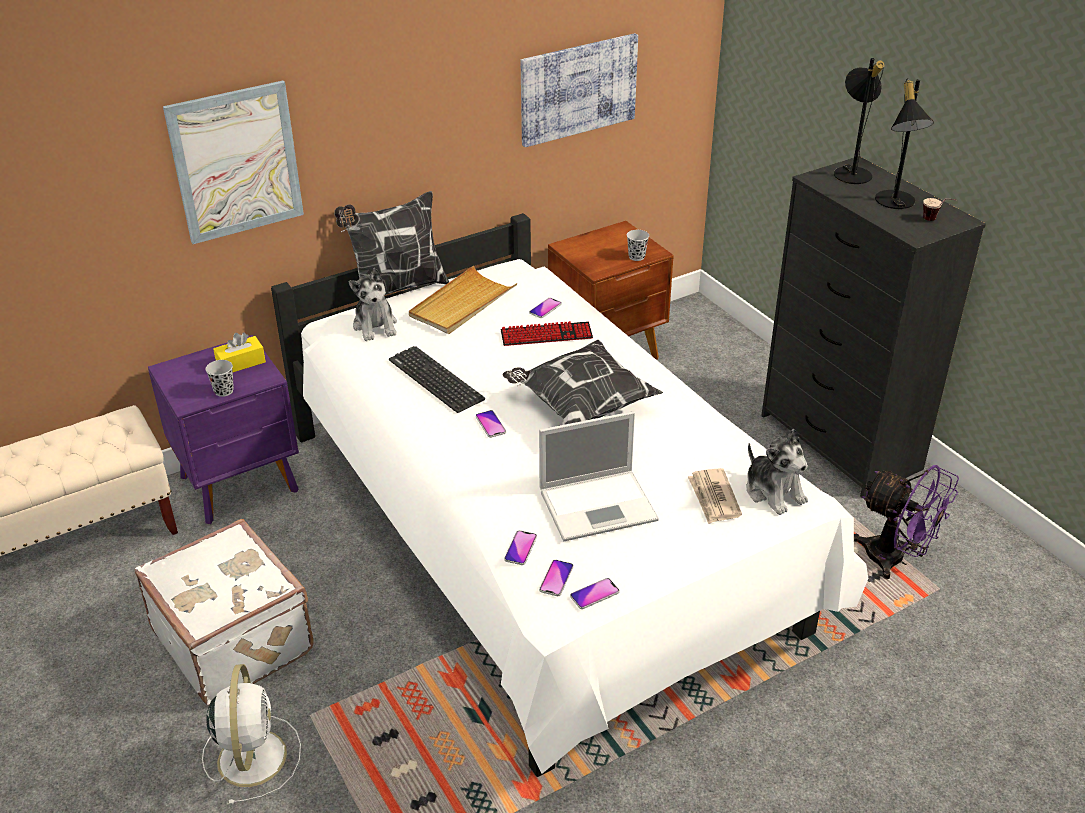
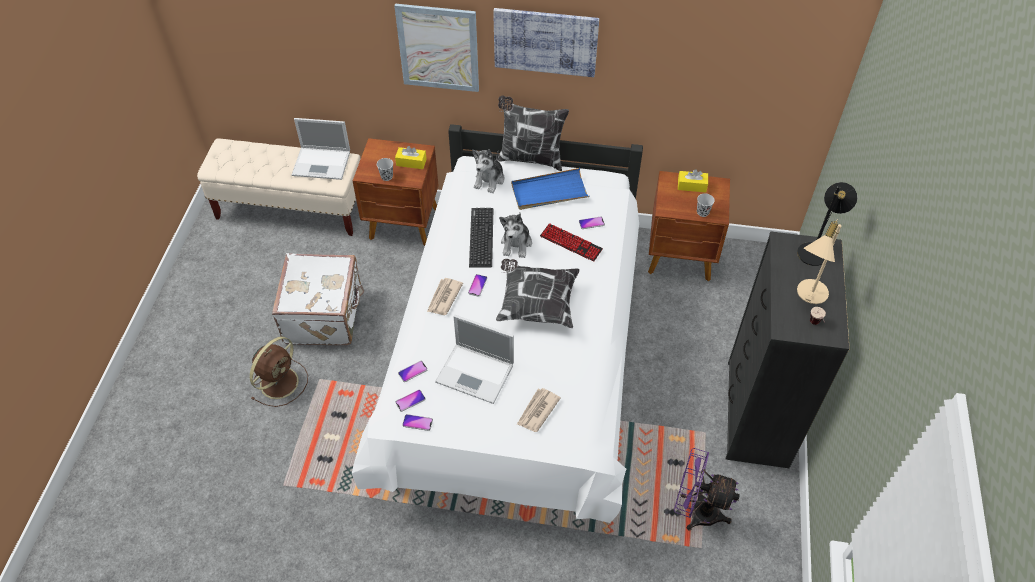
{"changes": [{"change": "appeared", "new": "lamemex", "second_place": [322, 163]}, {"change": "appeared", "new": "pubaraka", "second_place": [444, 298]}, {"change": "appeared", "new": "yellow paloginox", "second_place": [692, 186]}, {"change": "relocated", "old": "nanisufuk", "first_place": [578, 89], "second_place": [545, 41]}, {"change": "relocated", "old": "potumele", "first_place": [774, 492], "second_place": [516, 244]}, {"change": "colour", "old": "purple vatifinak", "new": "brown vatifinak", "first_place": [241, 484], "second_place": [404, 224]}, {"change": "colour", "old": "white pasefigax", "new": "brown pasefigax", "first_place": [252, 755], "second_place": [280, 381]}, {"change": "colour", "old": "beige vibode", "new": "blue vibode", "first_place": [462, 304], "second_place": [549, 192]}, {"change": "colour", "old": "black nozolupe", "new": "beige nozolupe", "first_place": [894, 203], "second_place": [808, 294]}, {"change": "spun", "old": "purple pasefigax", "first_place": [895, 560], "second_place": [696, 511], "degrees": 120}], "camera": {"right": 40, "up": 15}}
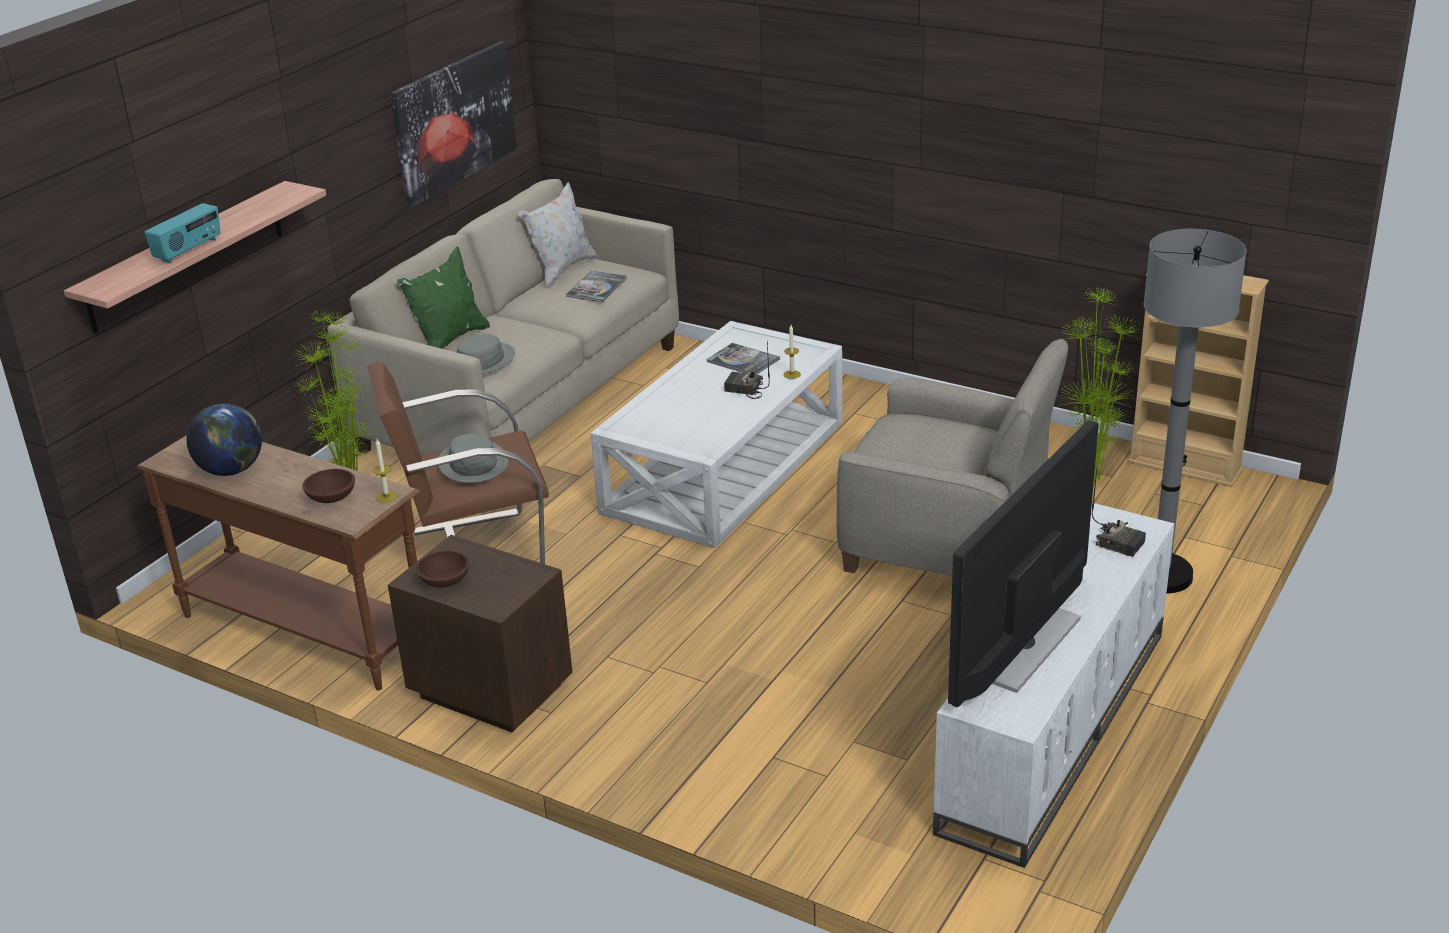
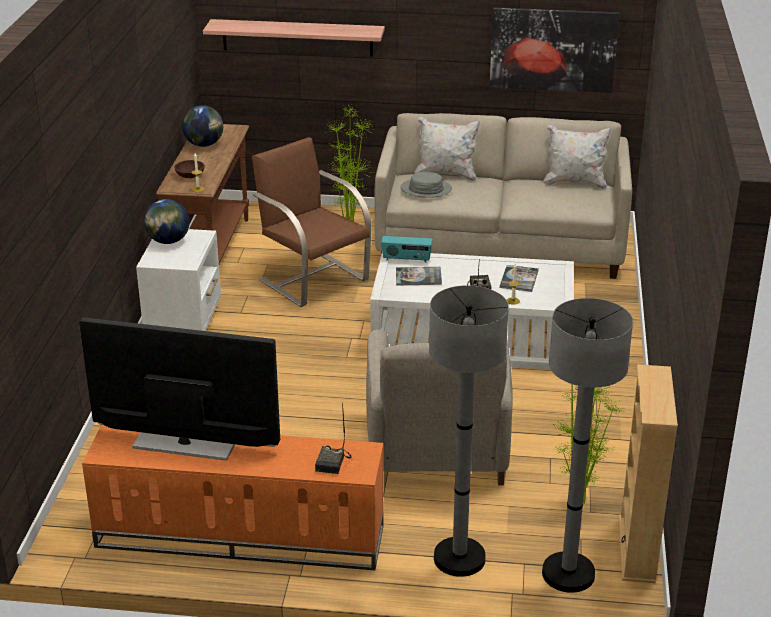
{"changes": [{"change": "missing", "old": "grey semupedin", "first_place": [473, 463]}, {"change": "appeared", "new": "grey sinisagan", "second_place": [568, 574]}, {"change": "relocated", "old": "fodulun", "first_place": [189, 250], "second_place": [406, 259]}, {"change": "relocated", "old": "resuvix", "first_place": [597, 287], "second_place": [418, 277]}, {"change": "exchanged", "old": "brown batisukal", "new": "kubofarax", "first_place": [445, 581], "second_place": [168, 241]}, {"change": "colour", "old": "brown vatifinak", "new": "white vatifinak", "first_place": [490, 690], "second_place": [185, 321]}, {"change": "colour", "old": "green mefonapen", "new": "white mefonapen", "first_place": [449, 341], "second_place": [446, 174]}, {"change": "colour", "old": "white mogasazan", "new": "orange mogasazan", "first_place": [1056, 731], "second_place": [238, 537]}], "camera": {"right": 65, "up": 0}}
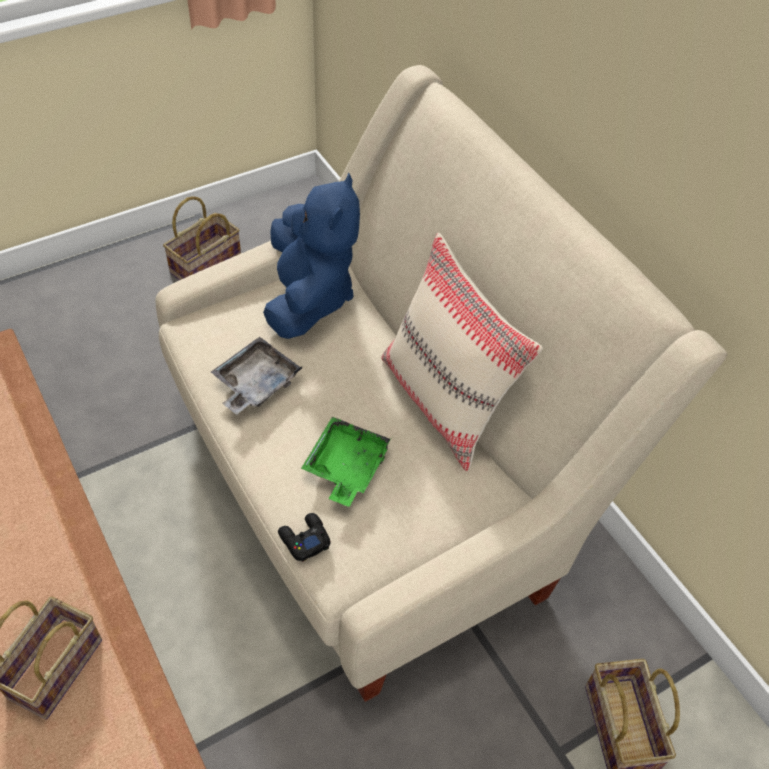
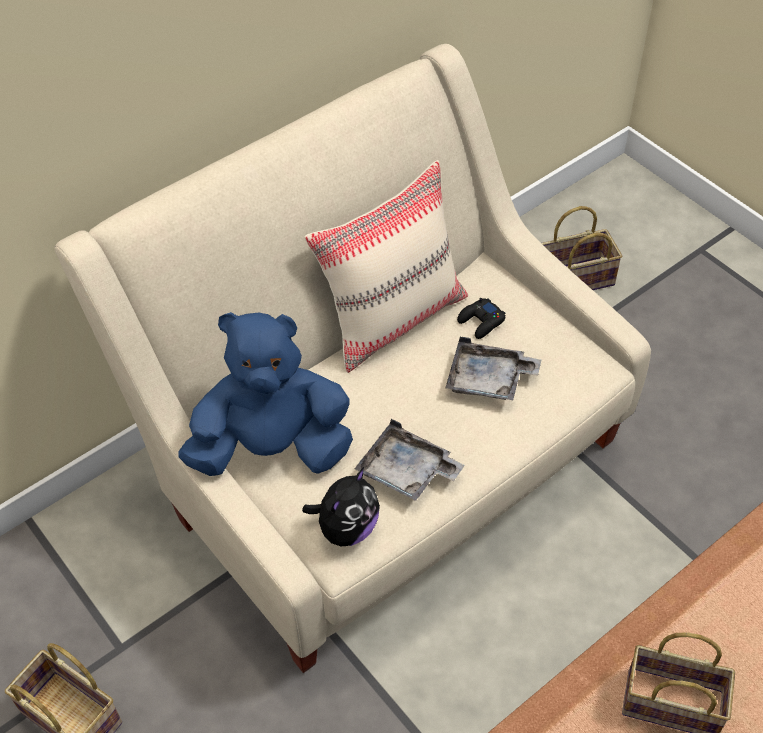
{"changes": [{"change": "appeared", "new": "potumele", "second_place": [346, 528]}, {"change": "relocated", "old": "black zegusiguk", "first_place": [304, 539], "second_place": [481, 322]}, {"change": "colour", "old": "green vibode", "new": "grey vibode", "first_place": [346, 467], "second_place": [488, 380]}], "camera": {"right": -95, "up": 0}}
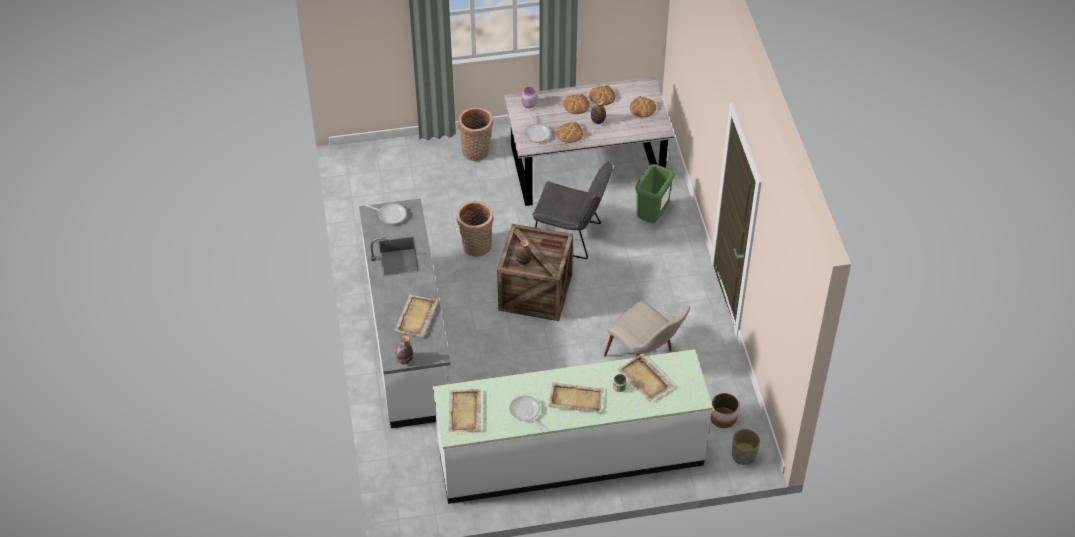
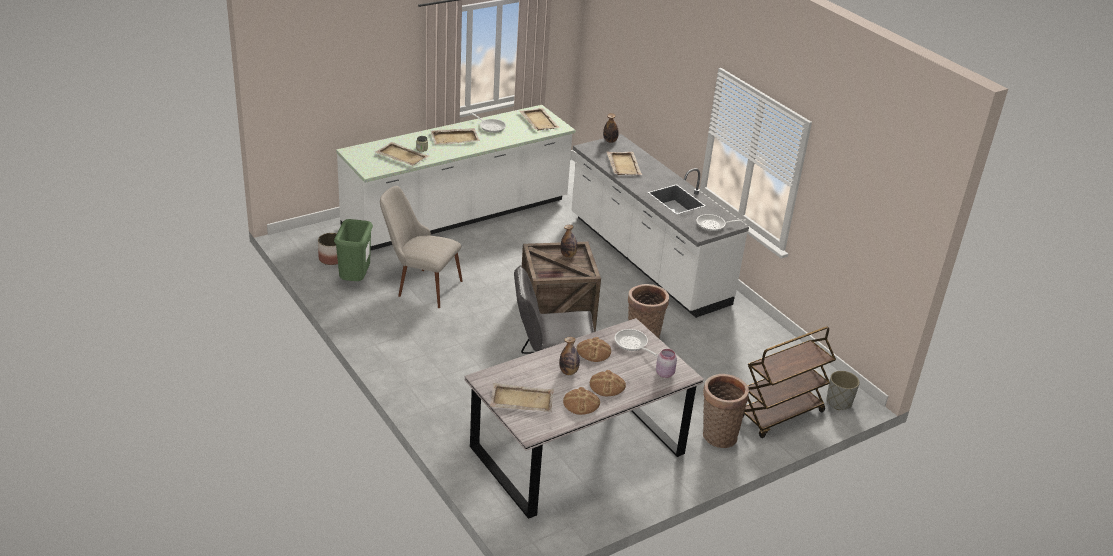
{"changes": [{"change": "appeared", "new": "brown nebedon", "second_place": [780, 415]}, {"change": "relocated", "old": "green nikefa", "first_place": [652, 217], "second_place": [354, 280]}, {"change": "relocated", "old": "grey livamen", "first_place": [743, 456], "second_place": [839, 402]}, {"change": "exchanged", "old": "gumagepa", "new": "beige vibode", "first_place": [642, 108], "second_place": [521, 400]}], "camera": {"right": 155, "up": -15}}
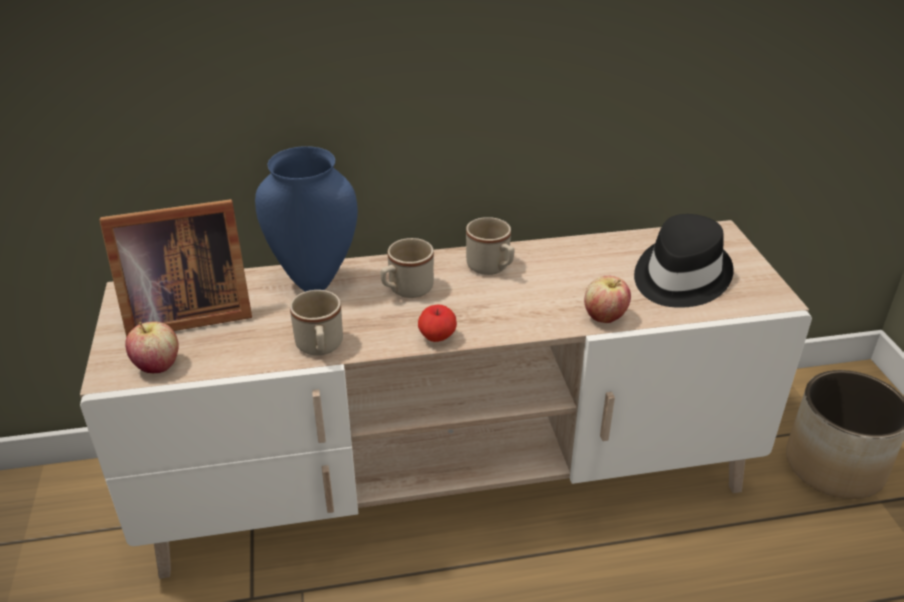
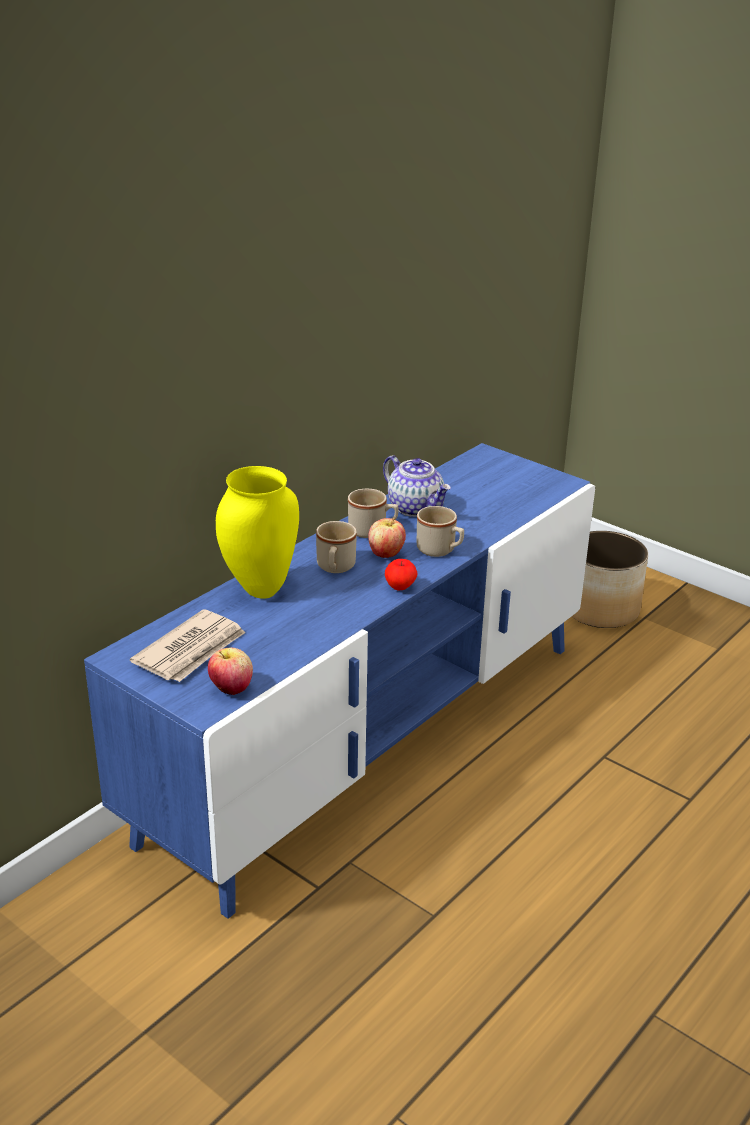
{"changes": [{"change": "missing", "old": "black semupedin", "first_place": [679, 277]}, {"change": "appeared", "new": "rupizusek", "second_place": [416, 508]}, {"change": "relocated", "old": "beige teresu", "first_place": [320, 348], "second_place": [440, 551]}, {"change": "relocated", "old": "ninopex", "first_place": [604, 317], "second_place": [386, 554]}, {"change": "exchanged", "old": "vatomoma", "new": "pubaraka", "first_place": [184, 313], "second_place": [191, 650]}, {"change": "colour", "old": "beige mogasazan", "new": "blue mogasazan", "first_place": [451, 478], "second_place": [370, 738]}, {"change": "colour", "old": "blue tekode", "new": "yellow tekode", "first_place": [314, 283], "second_place": [261, 591]}], "camera": {"right": -40, "up": -5}}
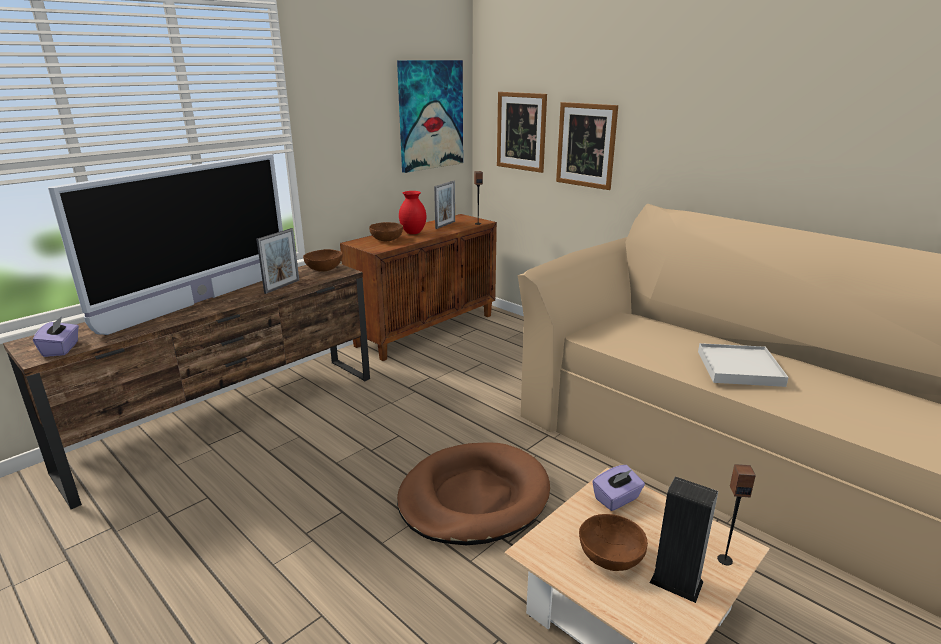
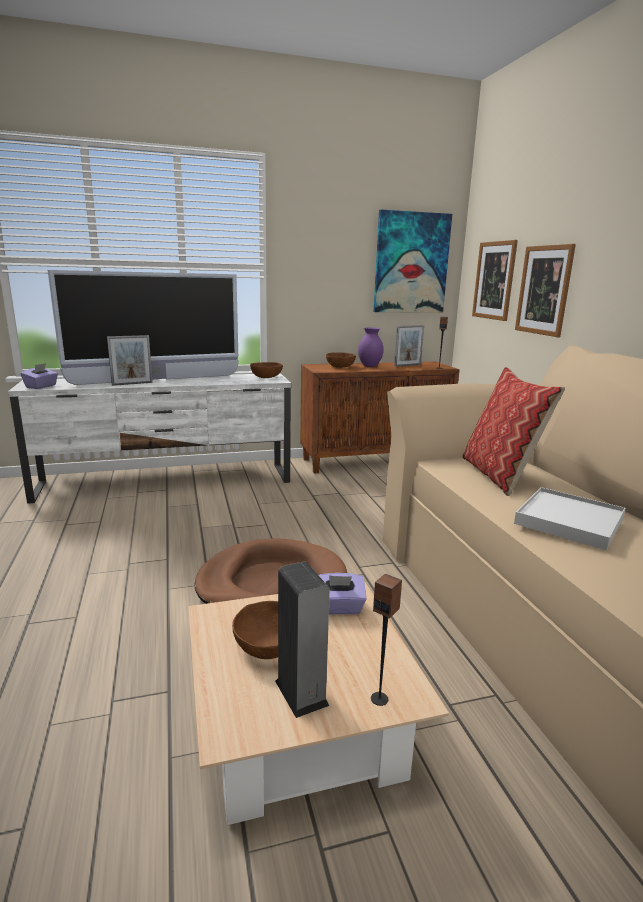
{"changes": [{"change": "appeared", "new": "mefonapen", "second_place": [499, 475]}, {"change": "relocated", "old": "vatomoma", "first_place": [282, 286], "second_place": [132, 384]}, {"change": "colour", "old": "brown mogasazan", "new": "white mogasazan", "first_place": [232, 420], "second_place": [167, 482]}, {"change": "colour", "old": "red tekode", "new": "purple tekode", "first_place": [413, 233], "second_place": [370, 366]}], "camera": {"right": 30, "up": -5}}
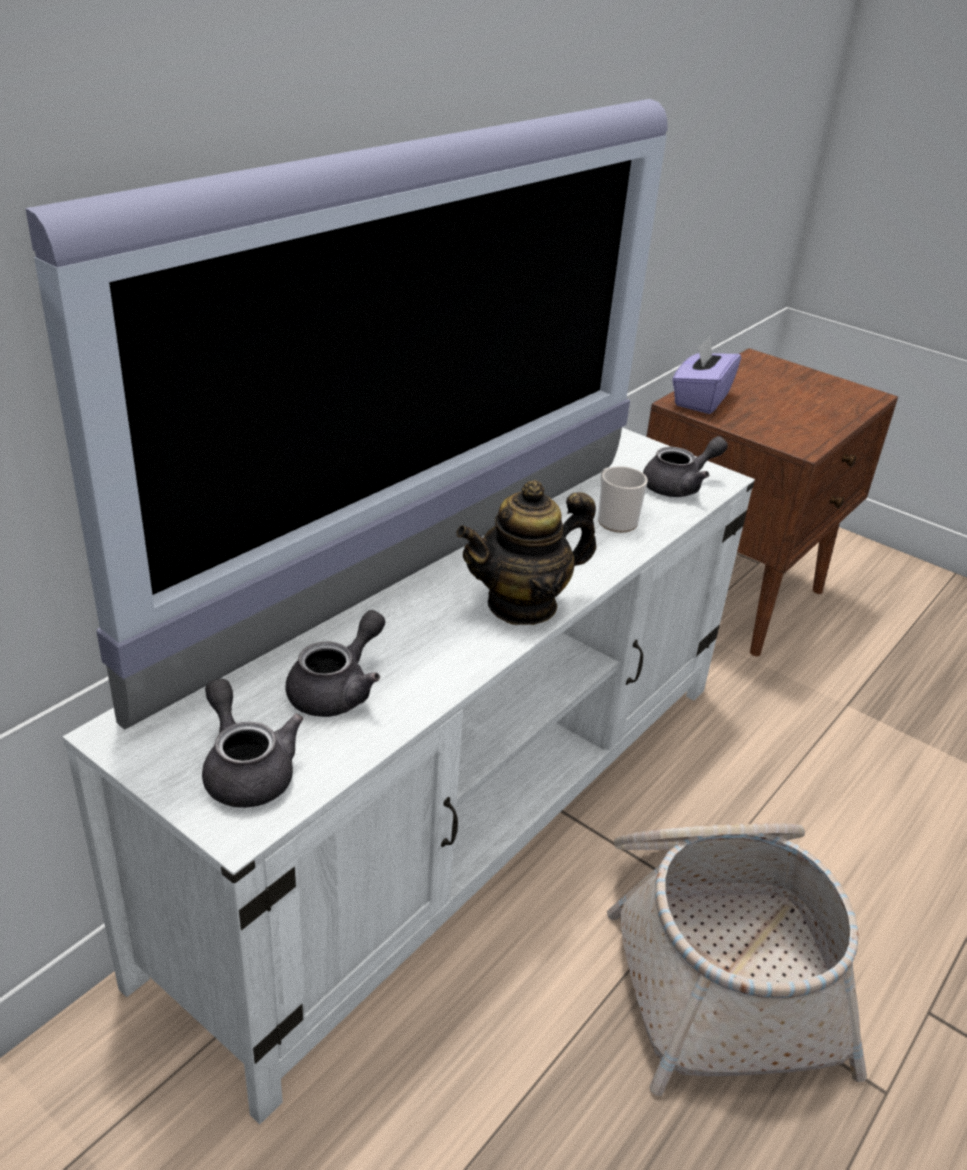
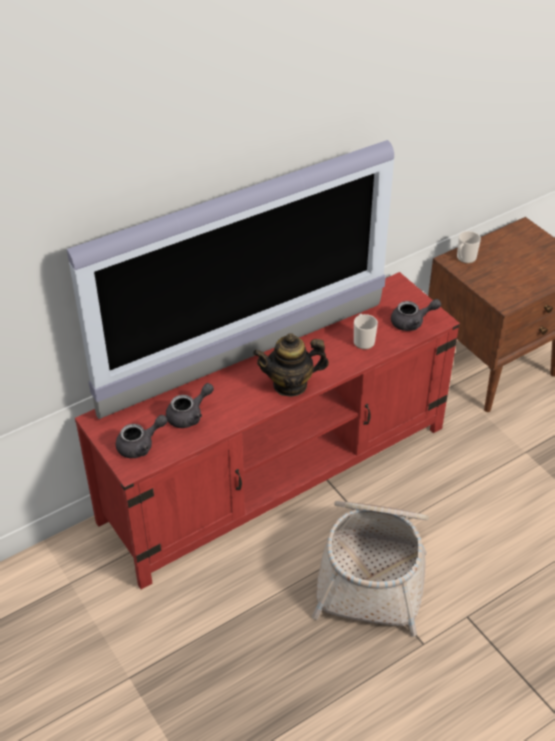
{"changes": [{"change": "exchanged", "old": "purple paloginox", "new": "teresu", "first_place": [700, 399], "second_place": [465, 258]}, {"change": "colour", "old": "white mogasazan", "new": "red mogasazan", "first_place": [463, 813], "second_place": [277, 473]}, {"change": "spun", "old": "grey rupizusek", "first_place": [246, 769], "second_place": [140, 445], "degrees": 75}], "camera": {"right": 20, "up": 10}}
